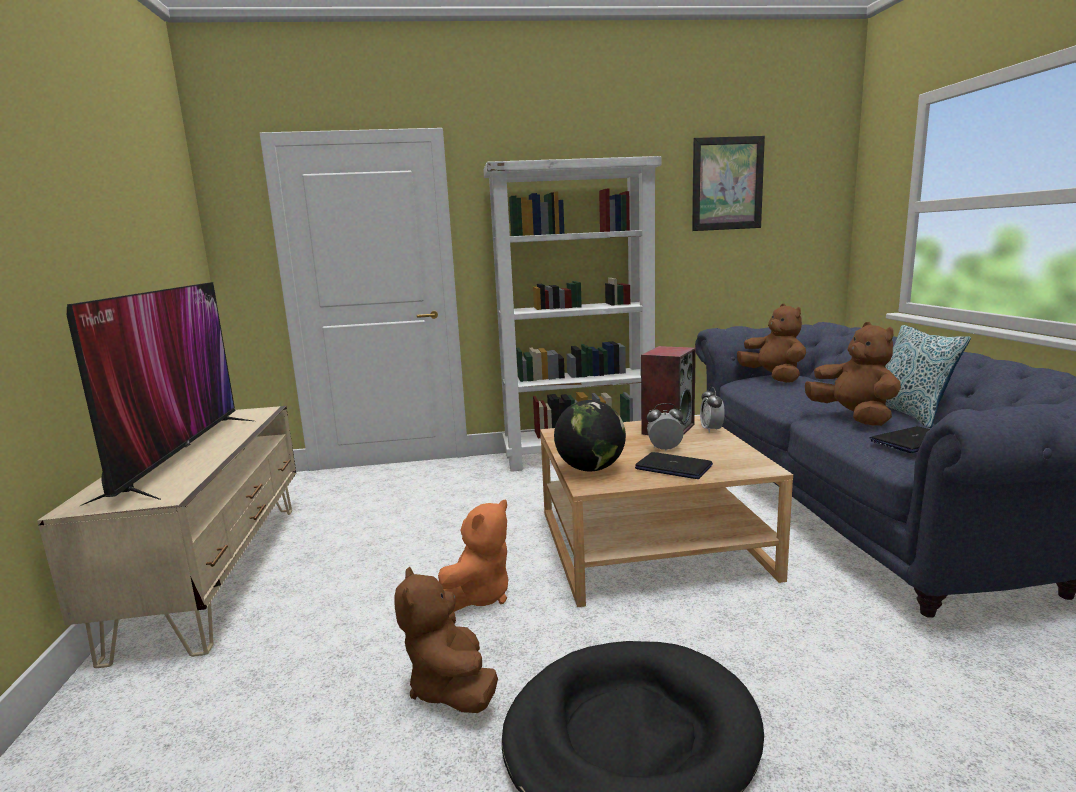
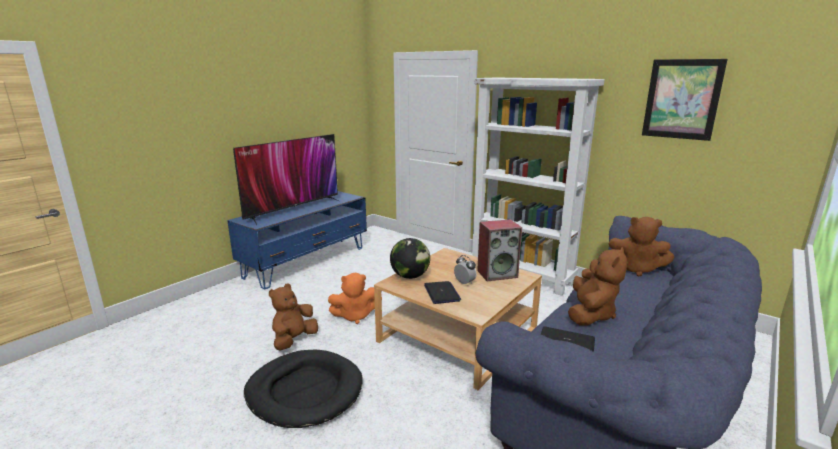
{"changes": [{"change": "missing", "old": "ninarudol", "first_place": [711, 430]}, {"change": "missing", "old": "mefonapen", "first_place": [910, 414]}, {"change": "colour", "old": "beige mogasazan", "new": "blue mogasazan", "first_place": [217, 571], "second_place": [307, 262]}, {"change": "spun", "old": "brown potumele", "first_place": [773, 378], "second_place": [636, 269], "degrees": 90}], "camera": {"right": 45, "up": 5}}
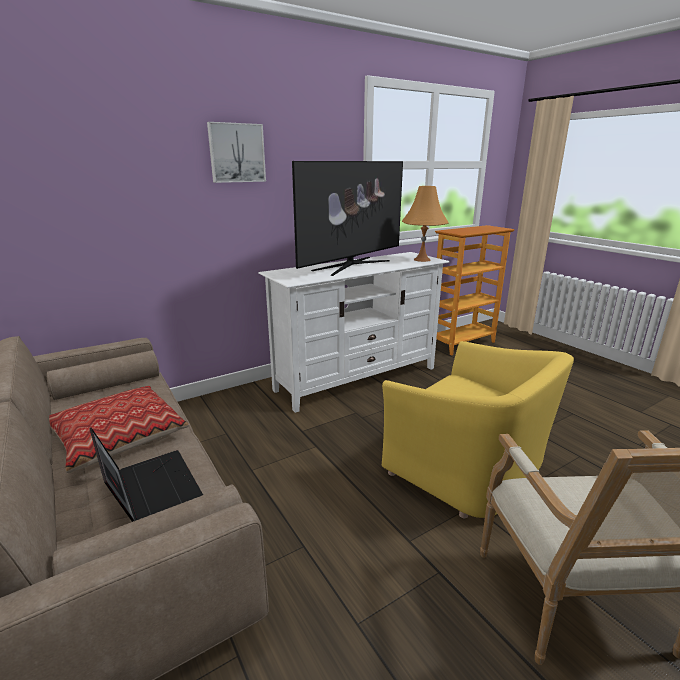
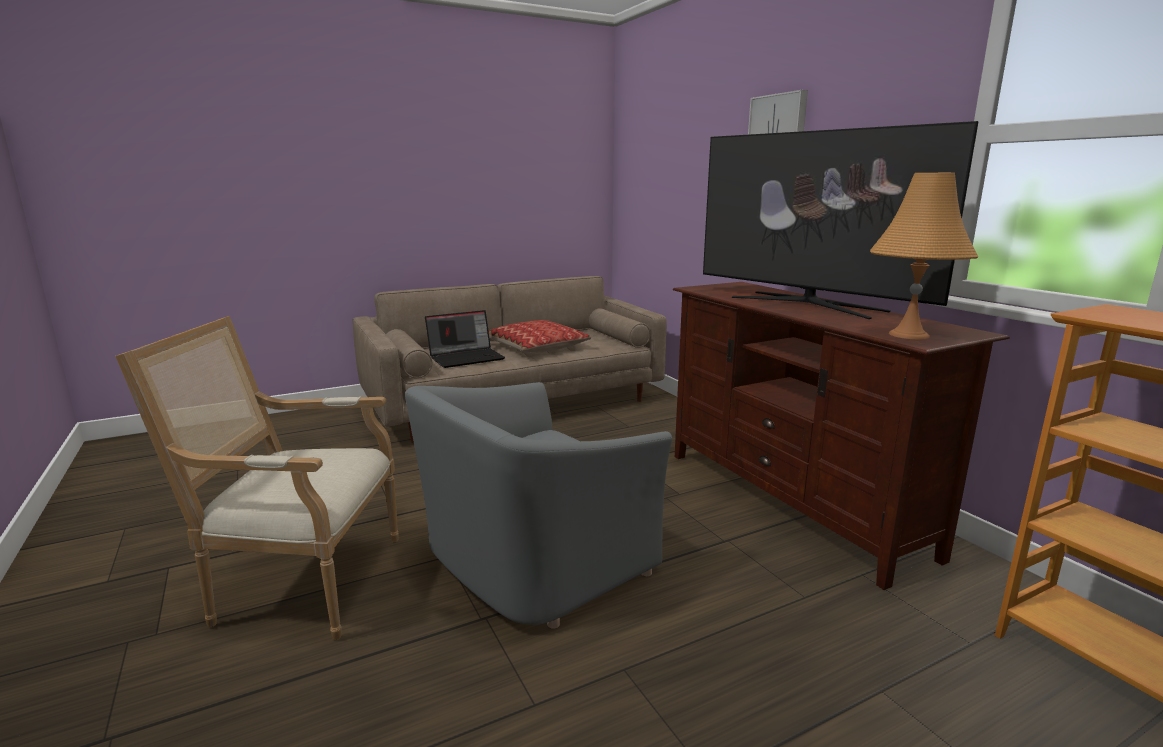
{"changes": [{"change": "colour", "old": "white mogasazan", "new": "brown mogasazan", "first_place": [357, 378], "second_place": [791, 501]}, {"change": "colour", "old": "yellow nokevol", "new": "grey nokevol", "first_place": [468, 468], "second_place": [533, 562]}], "camera": {"right": 95, "up": -5}}
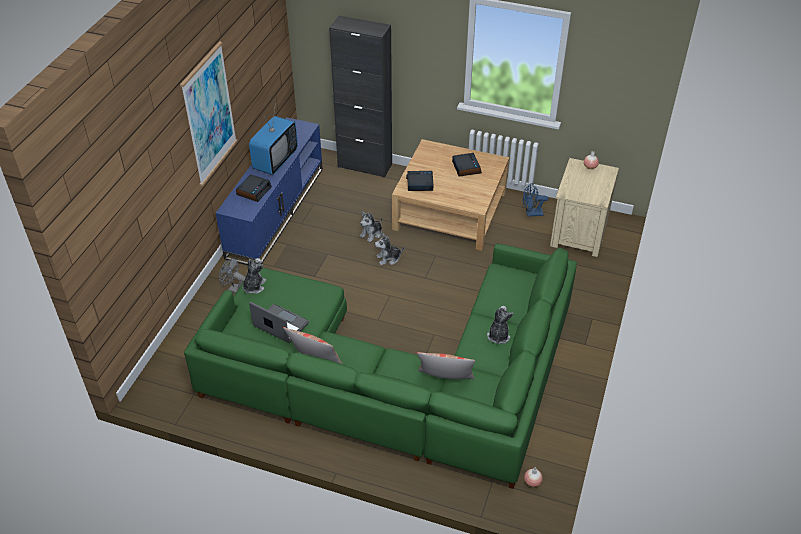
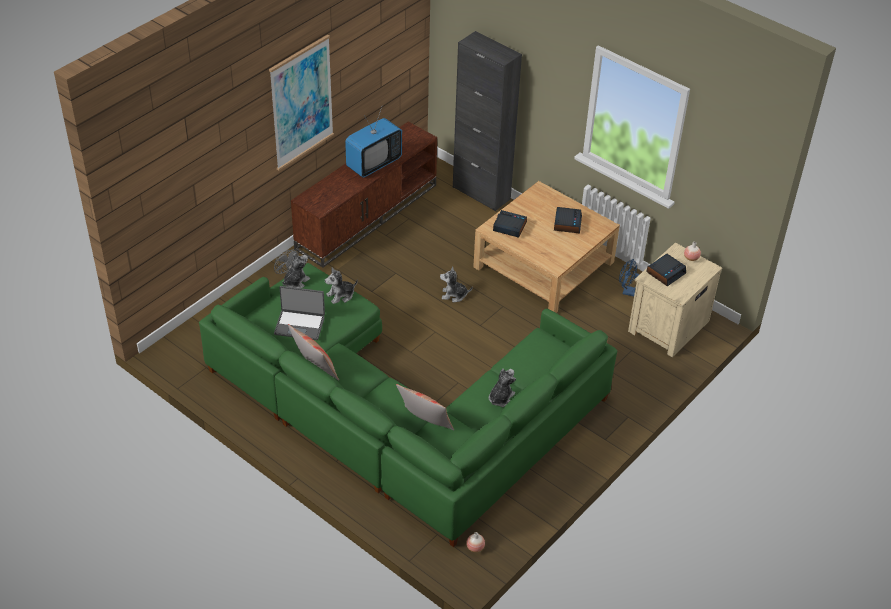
{"changes": [{"change": "relocated", "old": "ninarudol", "first_place": [254, 191], "second_place": [665, 272]}, {"change": "relocated", "old": "potumele", "first_place": [371, 234], "second_place": [341, 295]}, {"change": "colour", "old": "blue mogasazan", "new": "brown mogasazan", "first_place": [275, 211], "second_place": [367, 215]}, {"change": "spun", "old": "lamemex", "first_place": [280, 325], "second_place": [300, 325], "degrees": 135}], "camera": {"right": 20, "up": 0}}
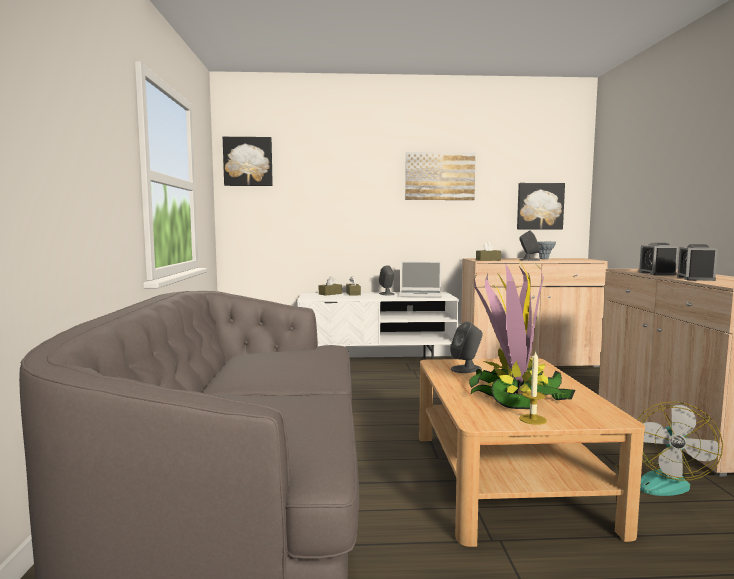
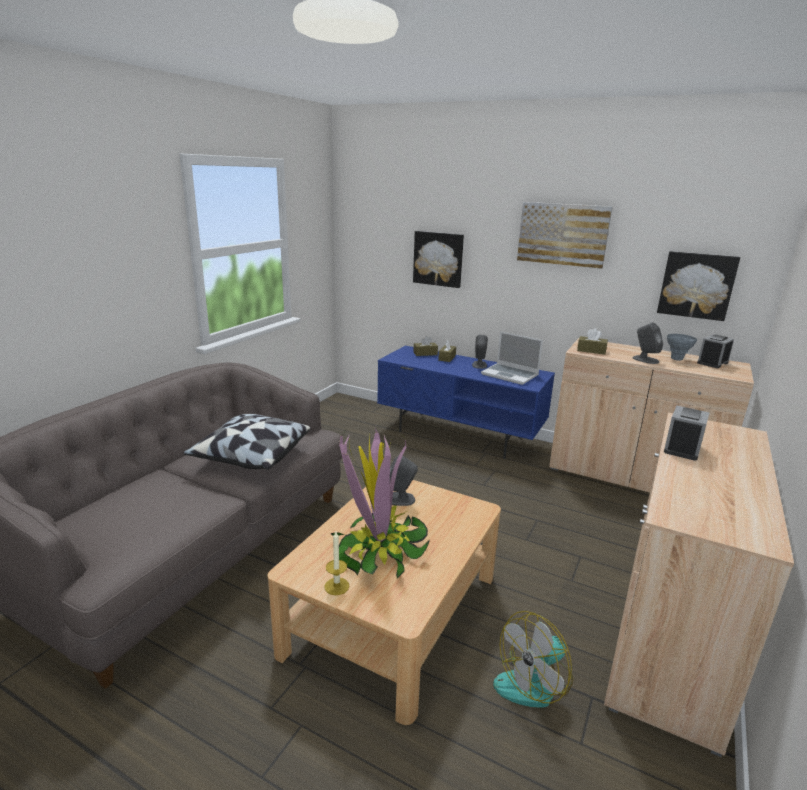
{"changes": [{"change": "appeared", "new": "mefonapen", "second_place": [251, 456]}, {"change": "relocated", "old": "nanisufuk", "first_place": [248, 161], "second_place": [438, 259]}, {"change": "relocated", "old": "ninarudol", "first_place": [695, 278], "second_place": [712, 363]}, {"change": "colour", "old": "white mogasazan", "new": "blue mogasazan", "first_place": [377, 364], "second_place": [460, 434]}], "camera": {"right": 30, "up": 15}}
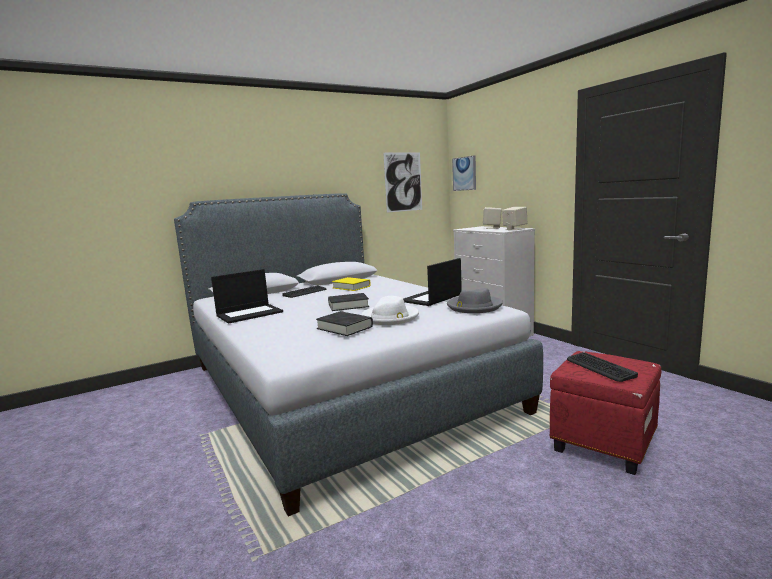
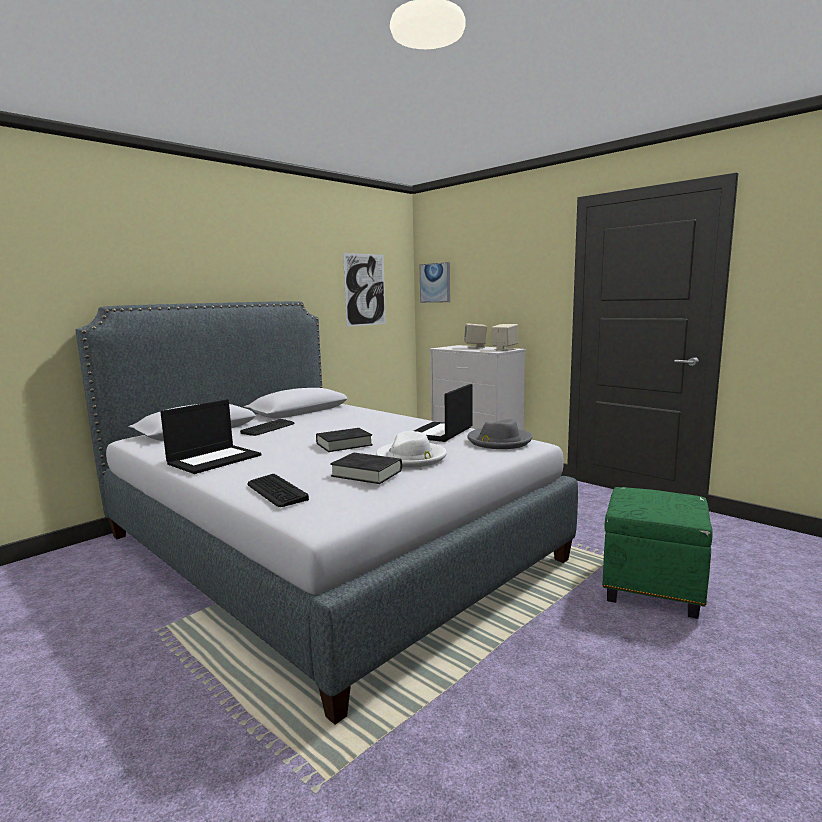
{"changes": [{"change": "missing", "old": "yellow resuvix", "first_place": [351, 287]}, {"change": "relocated", "old": "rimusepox", "first_place": [599, 367], "second_place": [276, 491]}, {"change": "colour", "old": "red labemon", "new": "green labemon", "first_place": [603, 444], "second_place": [653, 589]}], "camera": {"right": -15, "up": 0}}
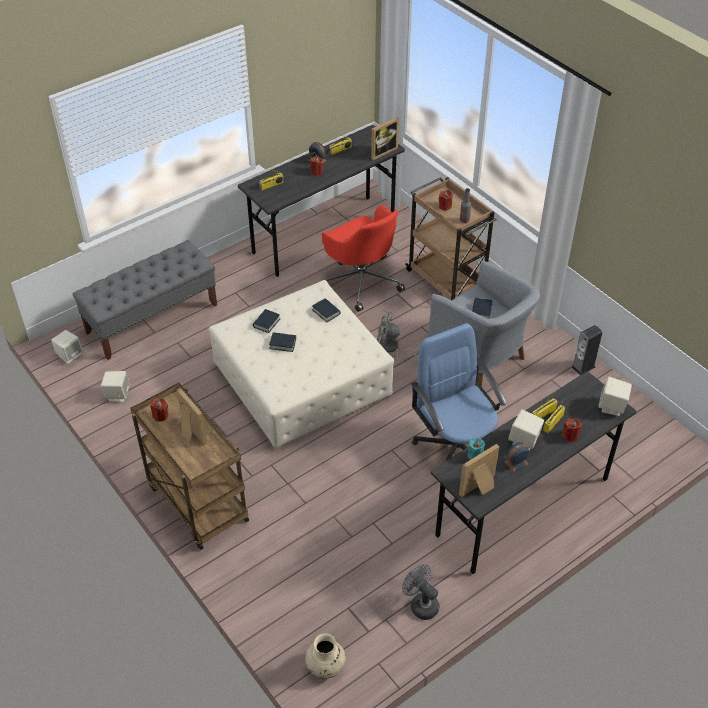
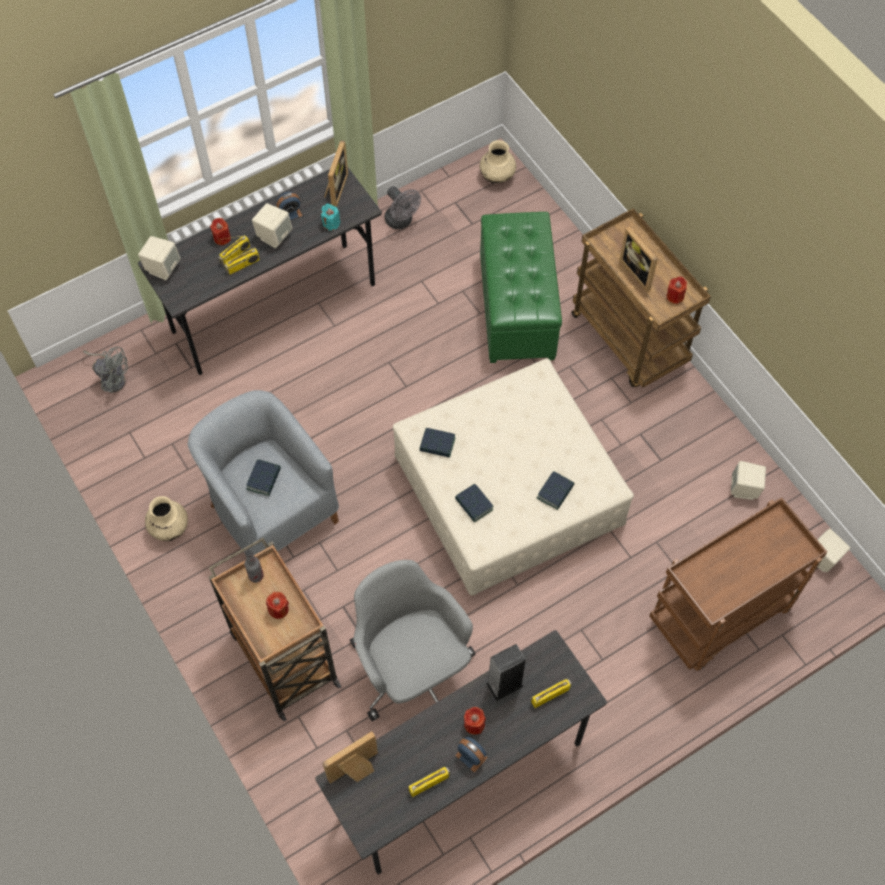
{"changes": [{"change": "missing", "old": "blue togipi", "first_place": [455, 446]}, {"change": "appeared", "new": "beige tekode", "second_place": [169, 528]}, {"change": "appeared", "new": "green labemon", "second_place": [517, 308]}, {"change": "relocated", "old": "resuvix", "first_place": [282, 344], "second_place": [437, 445]}, {"change": "relocated", "old": "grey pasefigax", "first_place": [391, 349], "second_place": [112, 378]}, {"change": "relocated", "old": "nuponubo", "first_place": [583, 367], "second_place": [504, 684]}, {"change": "exchanged", "old": "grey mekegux", "new": "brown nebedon", "first_place": [152, 318], "second_place": [719, 617]}, {"change": "colour", "old": "red togipi", "new": "grey togipi", "first_place": [361, 280], "second_place": [411, 668]}, {"change": "spun", "old": "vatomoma", "first_place": [480, 488], "second_place": [334, 189], "degrees": -45}], "camera": {"right": -175, "up": 15}}
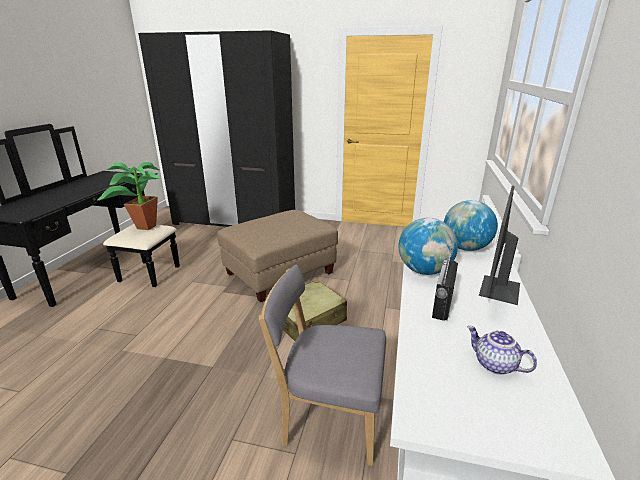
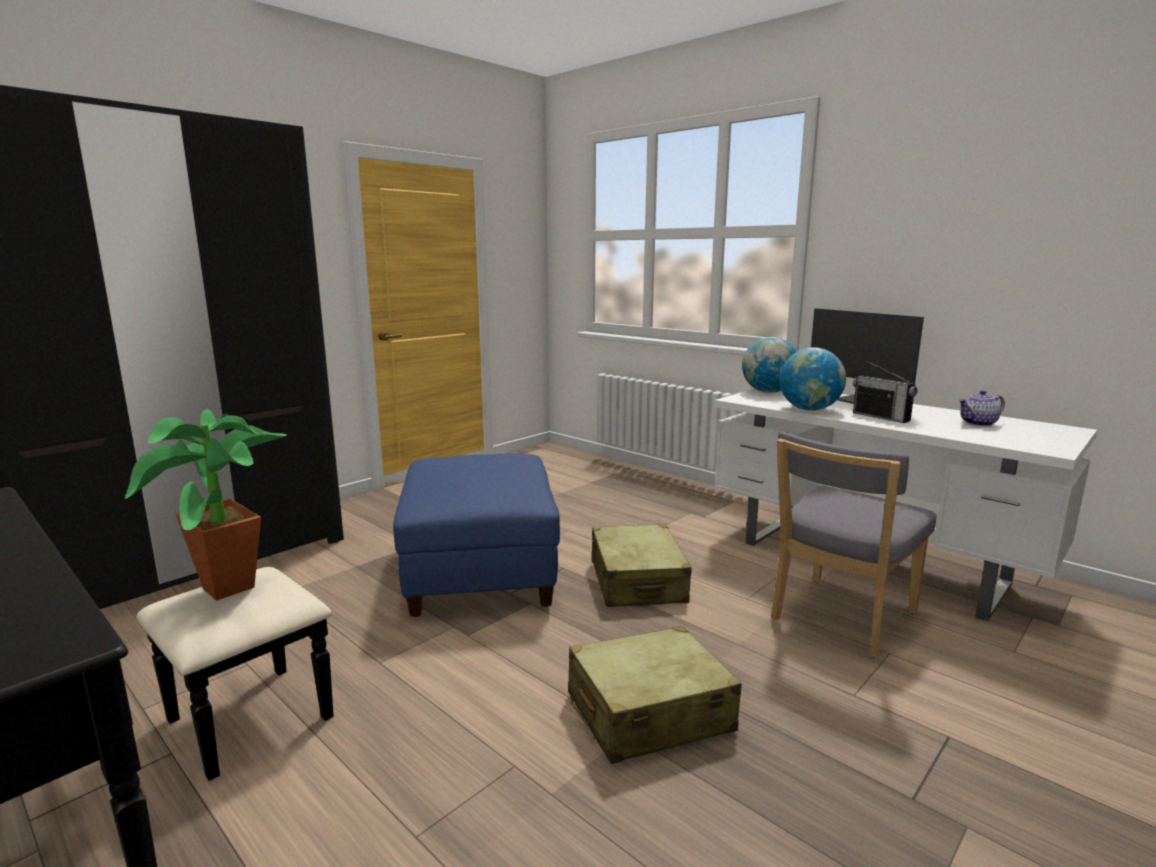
{"changes": [{"change": "appeared", "new": "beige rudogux", "second_place": [648, 713]}, {"change": "colour", "old": "beige labemon", "new": "blue labemon", "first_place": [279, 274], "second_place": [481, 572]}], "camera": {"right": -60, "up": -10}}
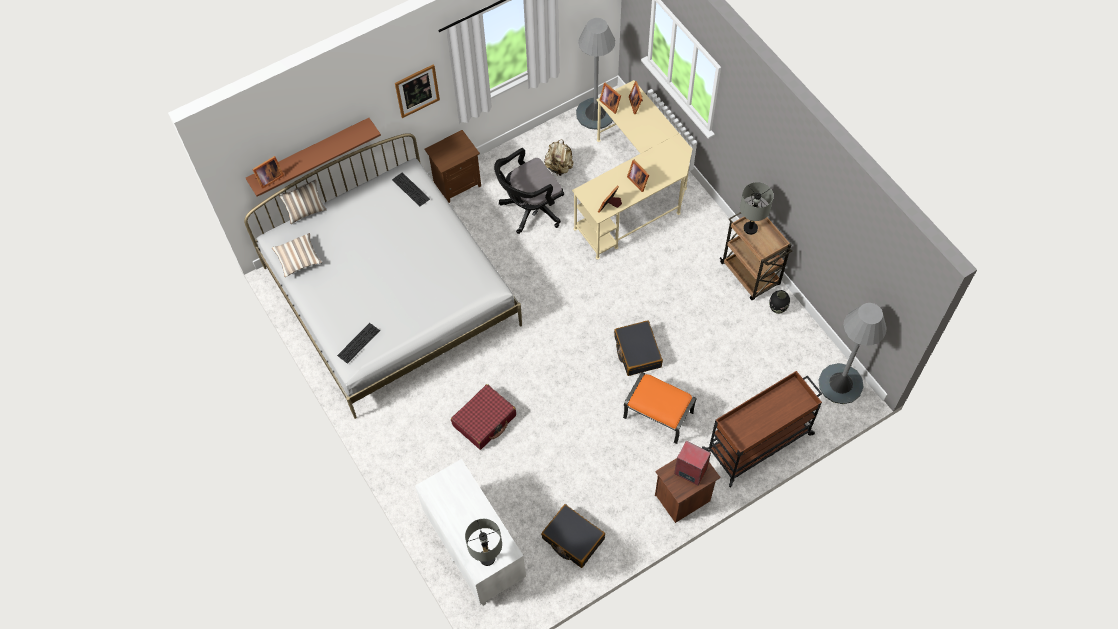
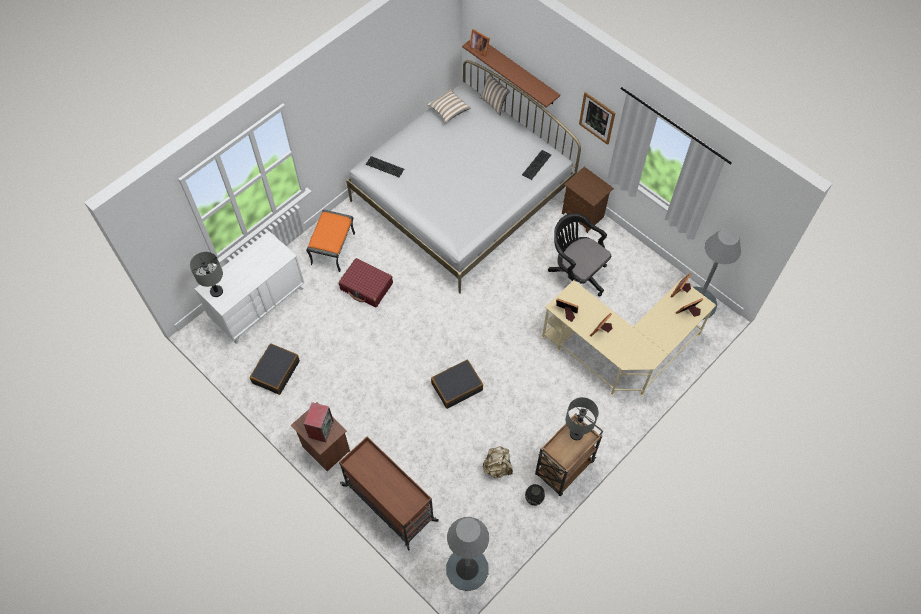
{"changes": [{"change": "relocated", "old": "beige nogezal", "first_place": [559, 167], "second_place": [497, 467]}, {"change": "relocated", "old": "orange labemon", "first_place": [657, 415], "second_place": [332, 248]}], "camera": {"right": 75, "up": 0}}
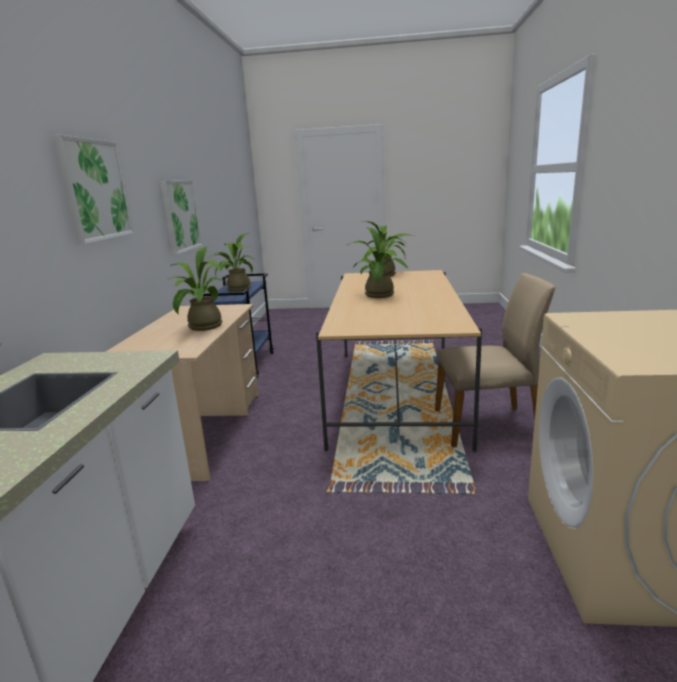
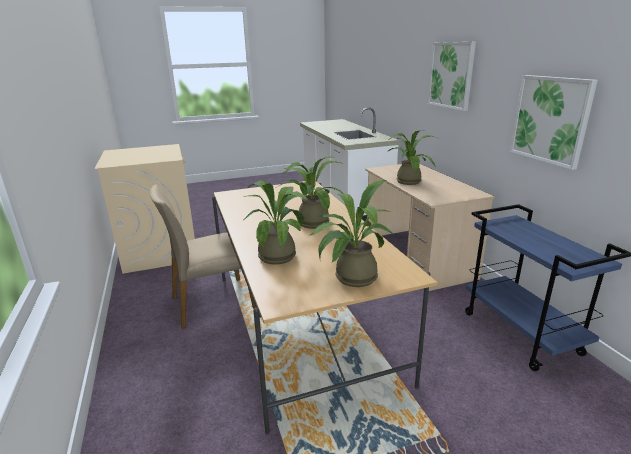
{"changes": [{"change": "relocated", "old": "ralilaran", "first_place": [236, 290], "second_place": [280, 255]}], "camera": {"right": 155, "up": 5}}
